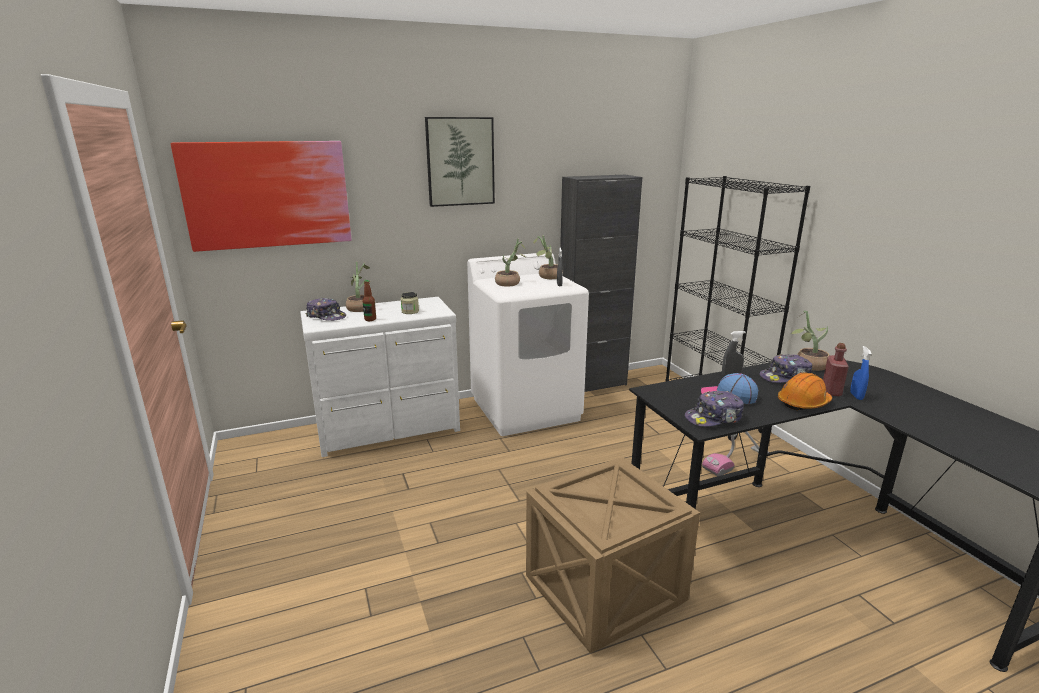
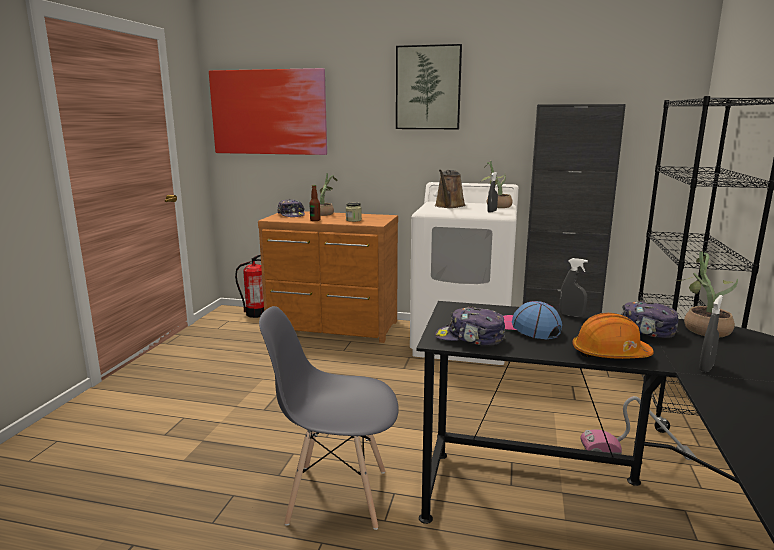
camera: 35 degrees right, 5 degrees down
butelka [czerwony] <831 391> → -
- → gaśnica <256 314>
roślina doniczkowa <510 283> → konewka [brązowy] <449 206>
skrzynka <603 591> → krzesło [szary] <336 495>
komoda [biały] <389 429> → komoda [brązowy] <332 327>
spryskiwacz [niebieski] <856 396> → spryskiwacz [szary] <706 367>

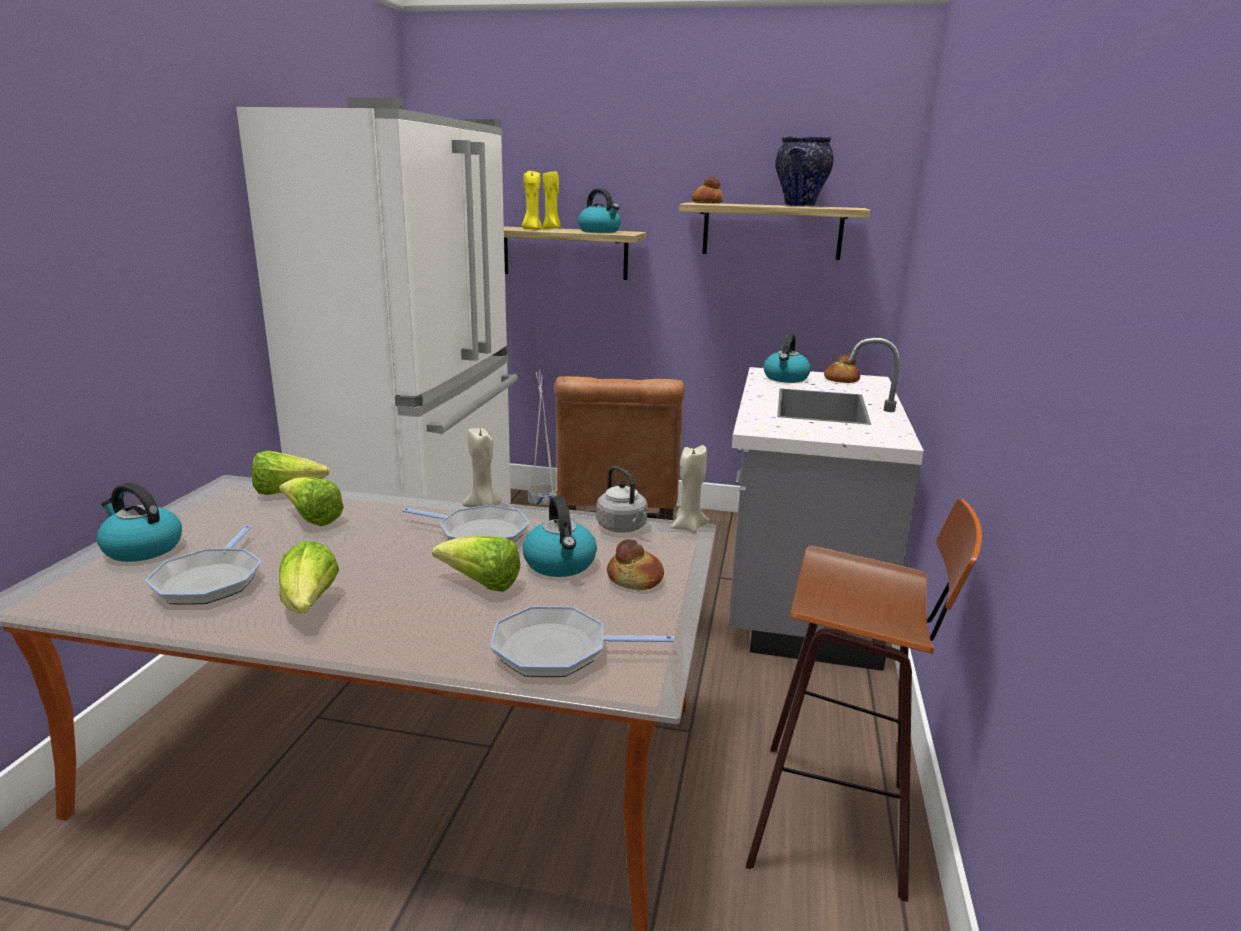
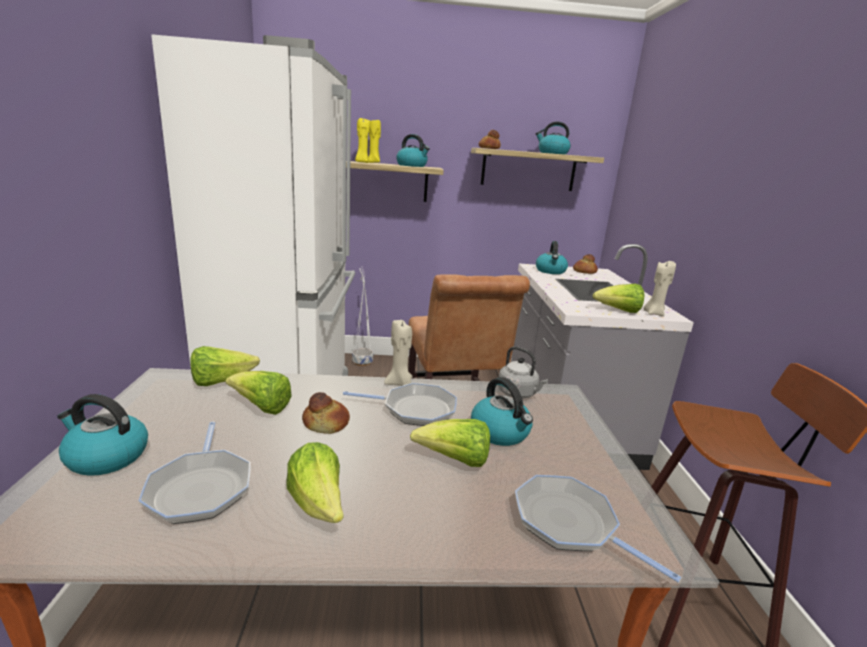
camera: 15 degrees left, 0 degrees up
- → sałata <618 311>
chleb <635 579> → chleb <326 423>, shifted
świeca [beżowy] <688 527> → świeca [beżowy] <654 313>, shifted
wazon <799 206> → czajnik <552 153>
patelnia <557 650> → patelnia <569 523>, 60 degrees clockwise

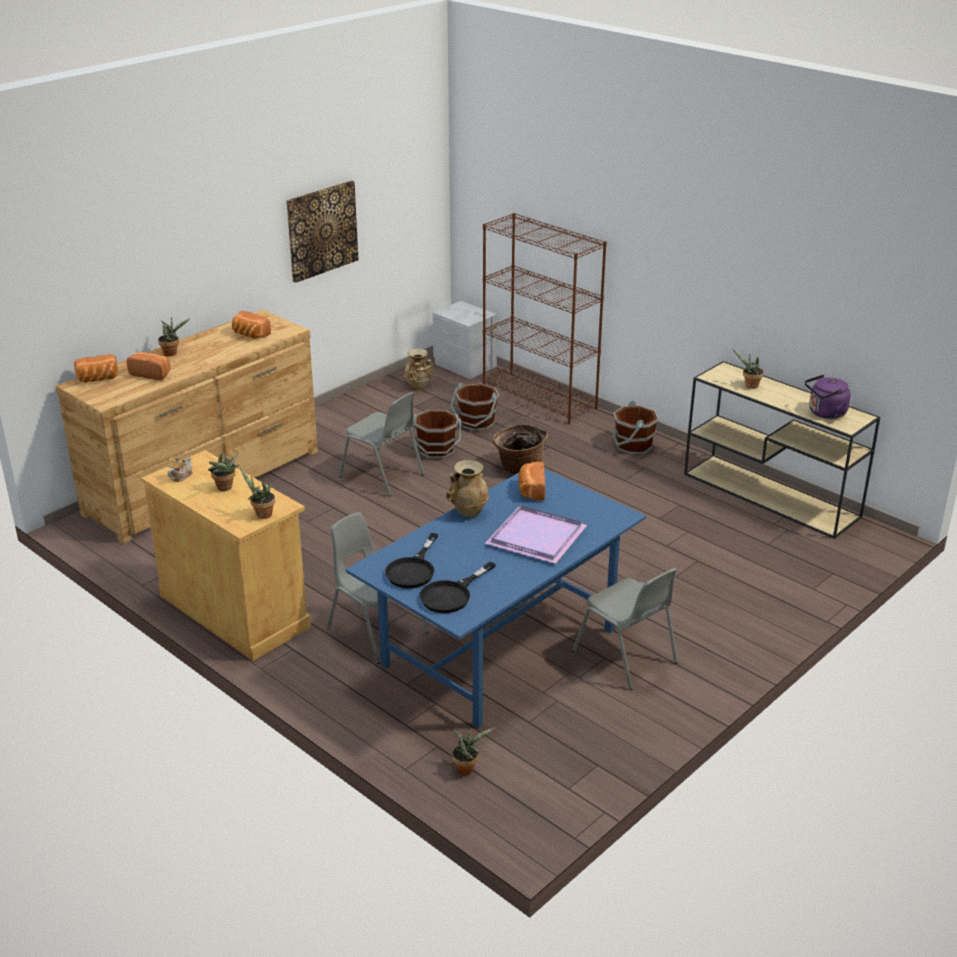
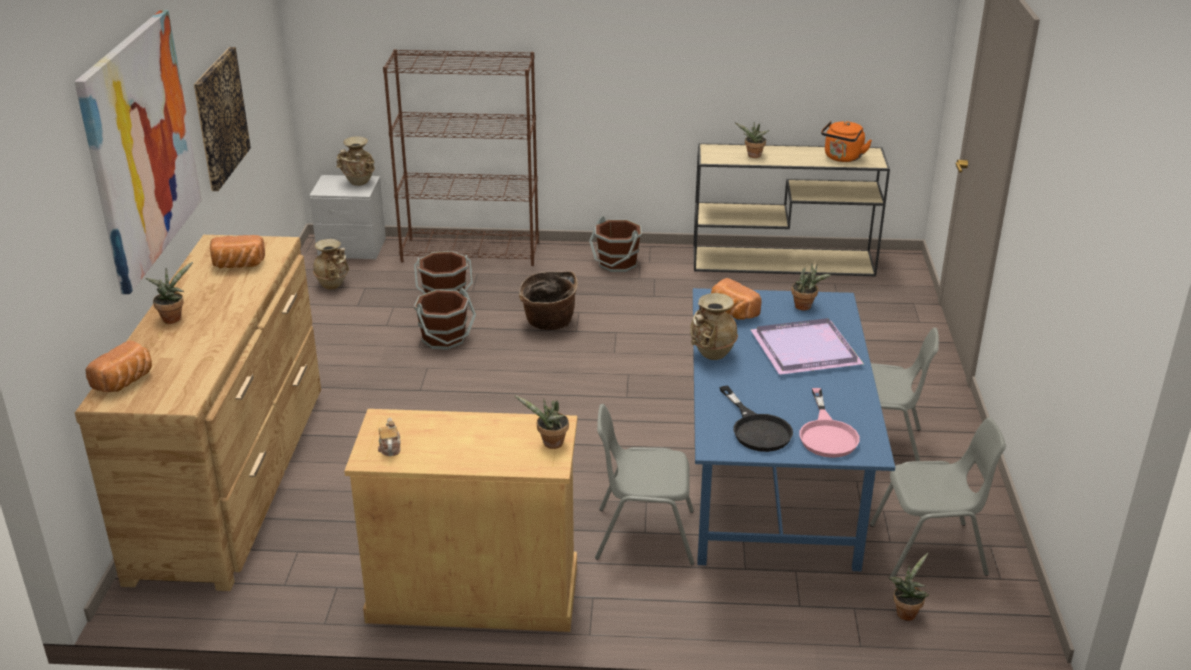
camera: 40 degrees left, 0 degrees up
chleb <152 374> → -
- → obraz <140 147>
- → wazon [beżowy] <359 183>
roślina doniczkowa <225 488> → roślina doniczkowa <805 307>, shifted
krzesło [szary] <383 476> → krzesło [szary] <930 551>, shifted
patelnia [czarny] <452 594> → patelnia [różowy] <827 434>
czajnik [fioletowy] <825 413> → czajnik [pomarańczowy] <842 158>

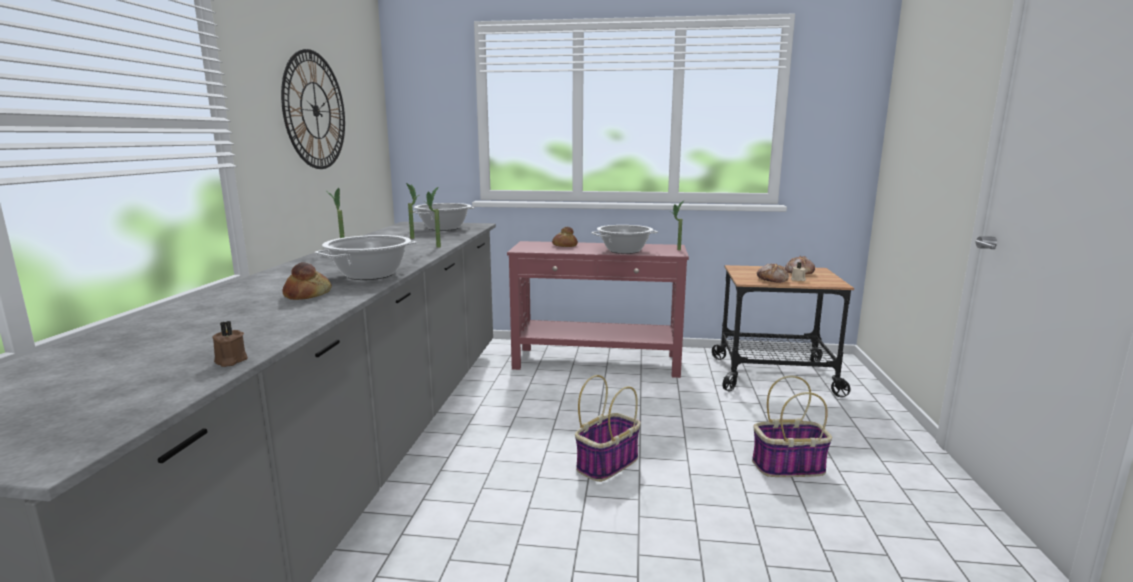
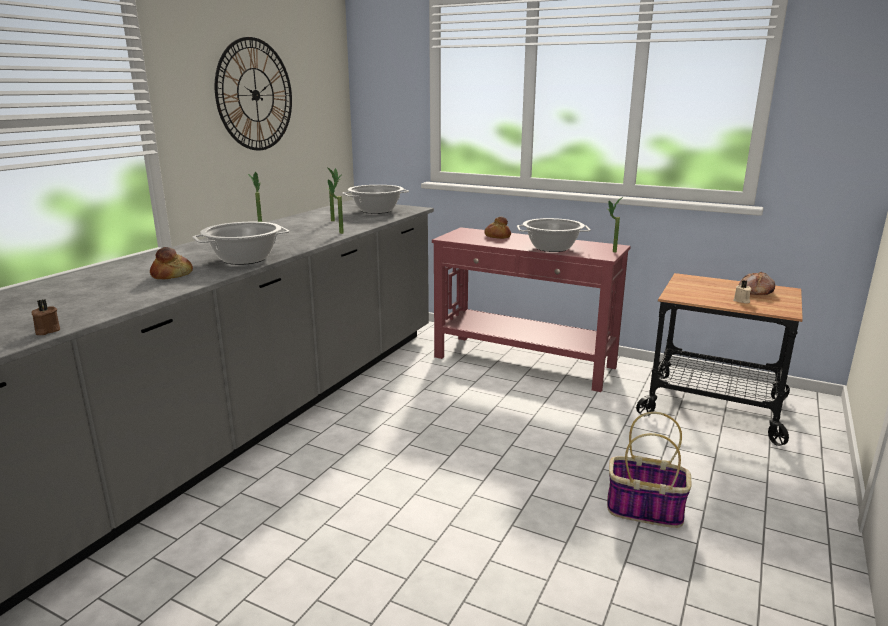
camera: 20 degrees right, 5 degrees up
koszyk <607 463> → -
chleb <772 280> → -

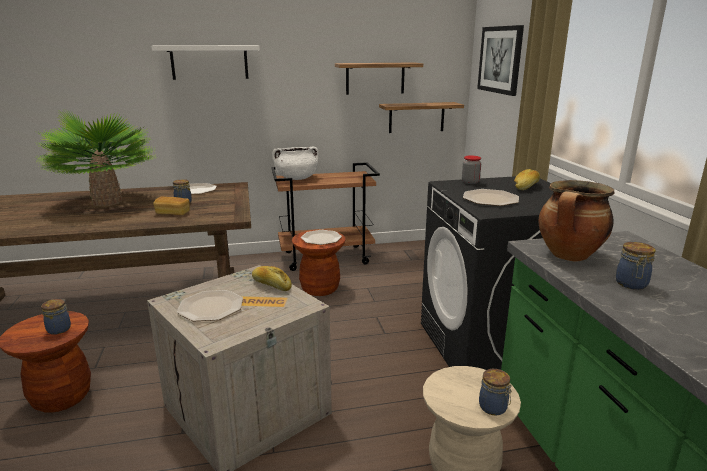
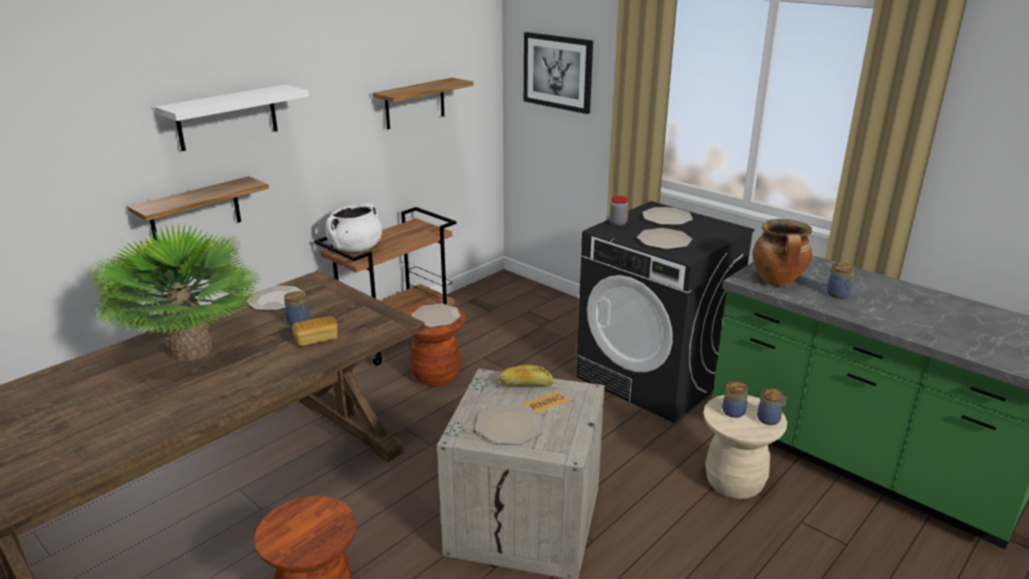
camera: 35 degrees left, 5 degrees up
słoik <60 329> → słoik <732 411>, shifted
półka <416 117> → półka <195 212>, shifted
chleb <526 187> → talerz <667 218>

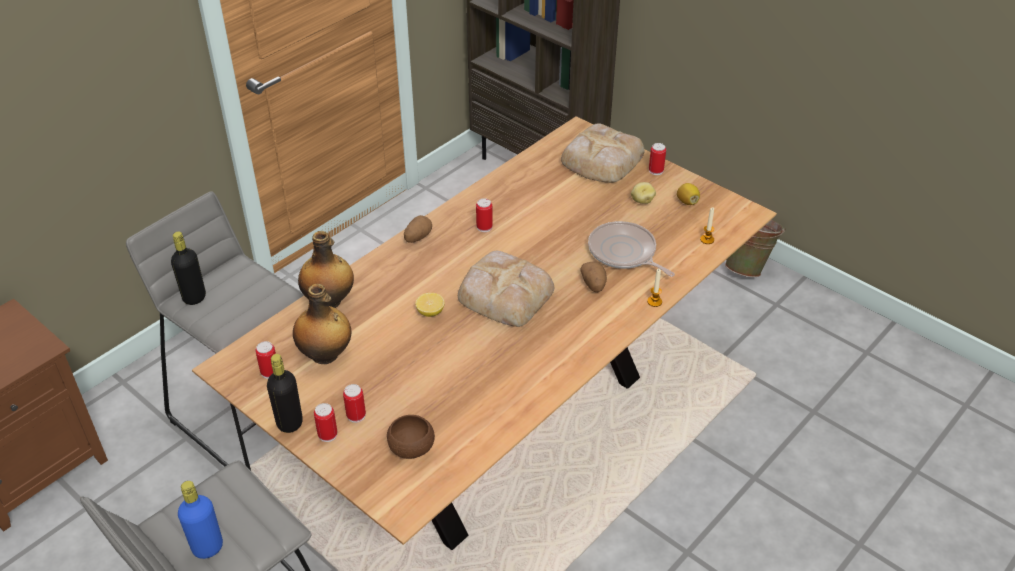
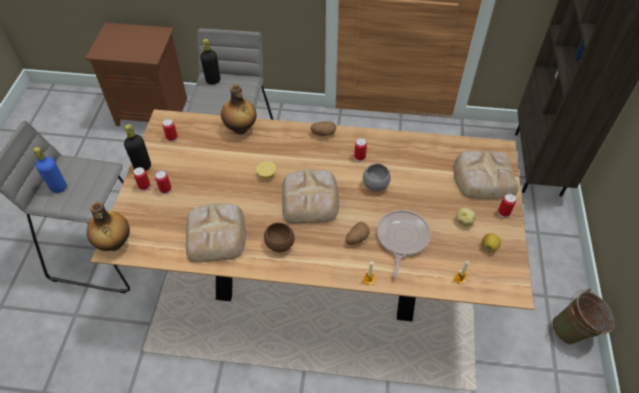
camera: 55 degrees right, 10 degrees up
- → chleb <216 234>
- → miska [szary] <375 185>
butelka <326 355> → butelka <114 243>, shifted
miska [brązowy] <412 449> → miska [brązowy] <279 244>, shifted

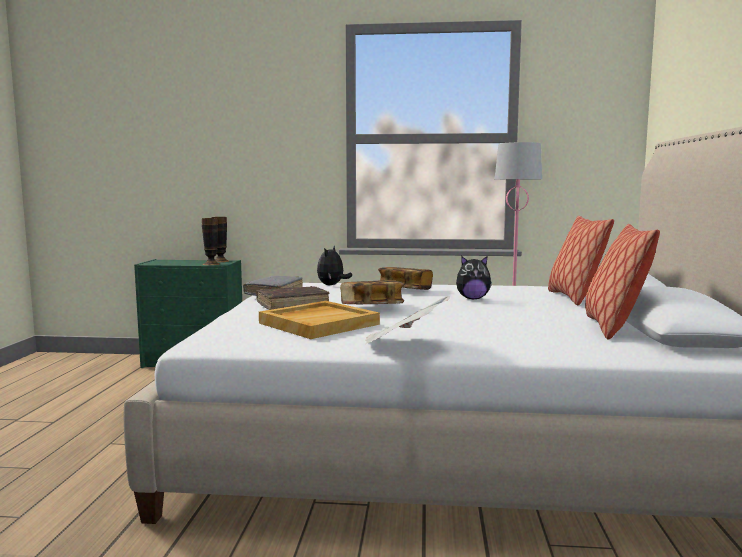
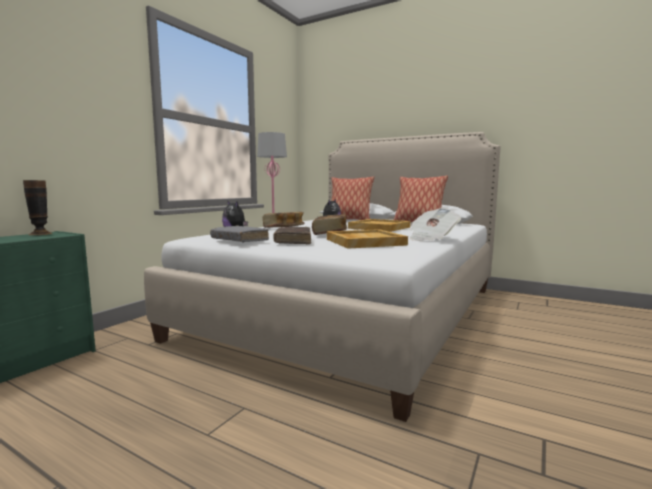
camera: 65 degrees left, 0 degrees up
wazon <211 264> → -
- → taca [beżowy] <379 228>

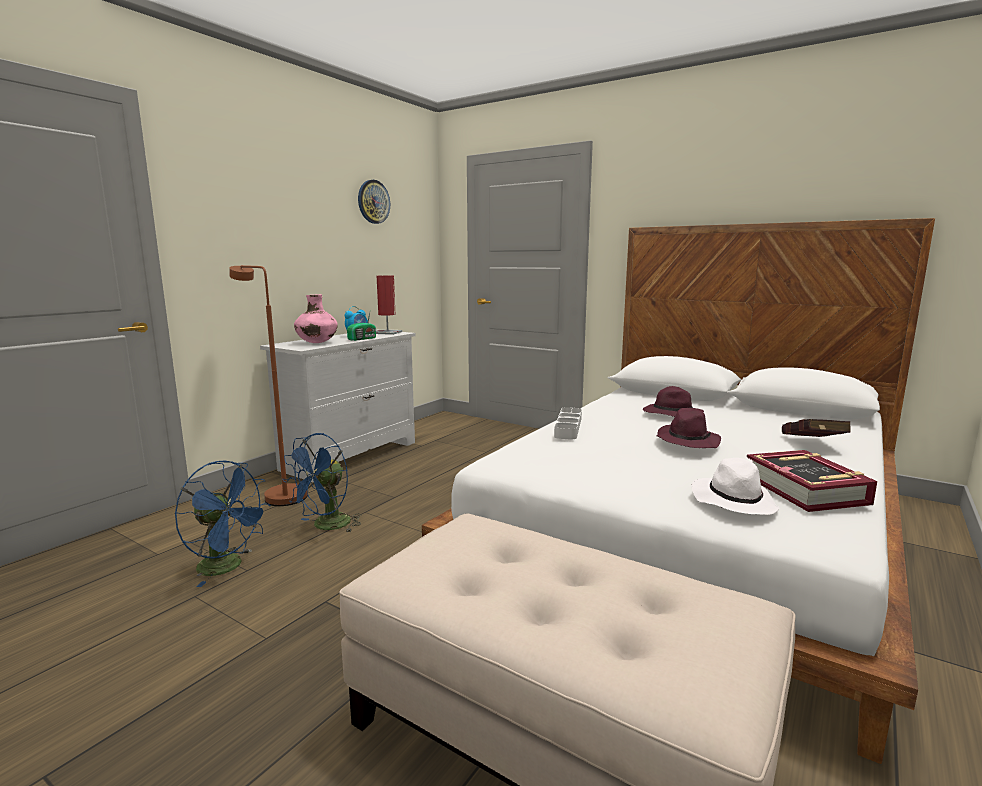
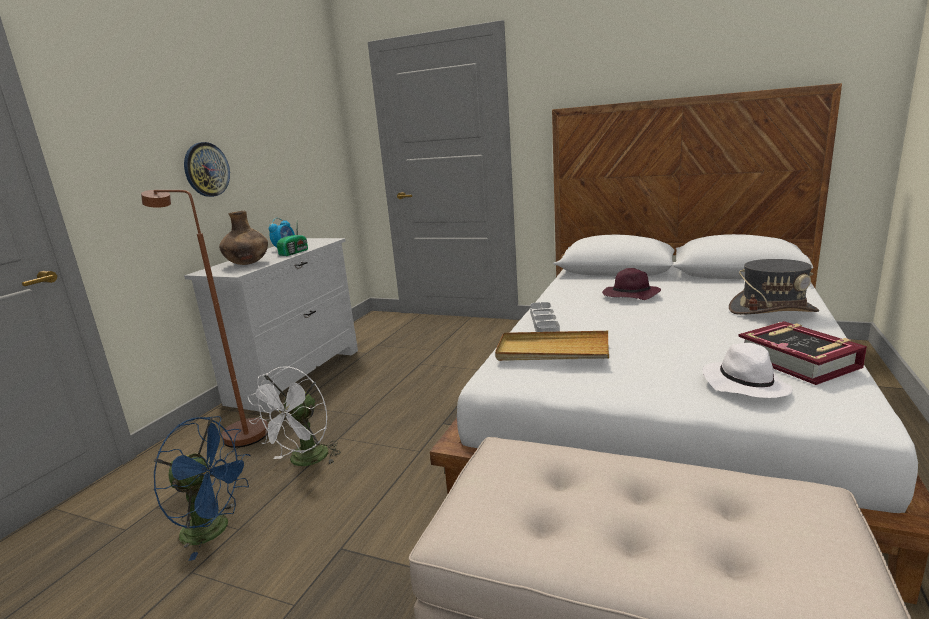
camera: 10 degrees left, 5 degrees up
lampa stołowa [czerwony] <387 332> → -
kapelusz [fioletowy] <687 441> → -
- → taca [beżowy] <552 351>
zegar ścienny <373 202> → zegar ścienny <206 169>, shifted
książka [czerwony] <813 444> → kapelusz [szary] <772 310>
wentylator [niebieski] <326 526> → wentylator [biały] <304 461>
wazon [różowy] <317 343> → wazon [brązowy] <248 264>

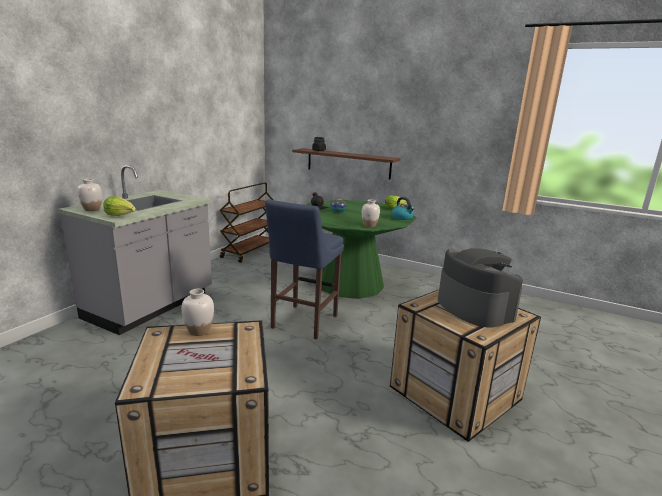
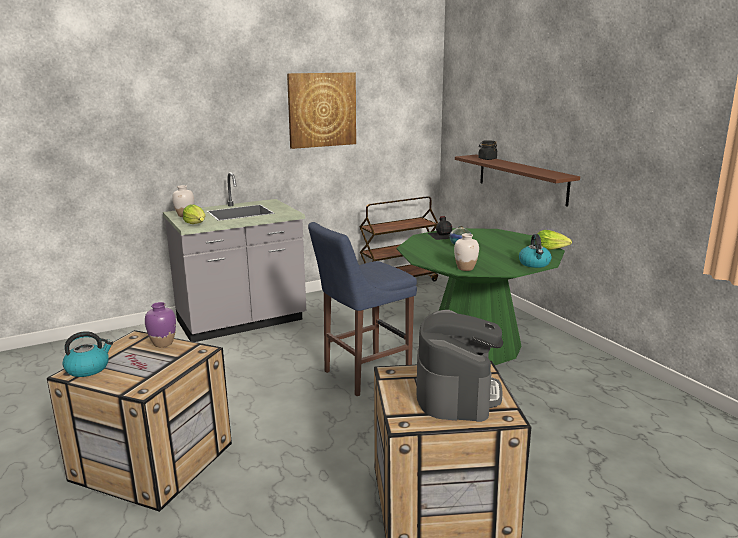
camera: 35 degrees right, 0 degrees up
- → czajnik <88 368>
- → obraz <322 110>
wazon [biały] <199 331> → wazon [fioletowy] <163 343>

